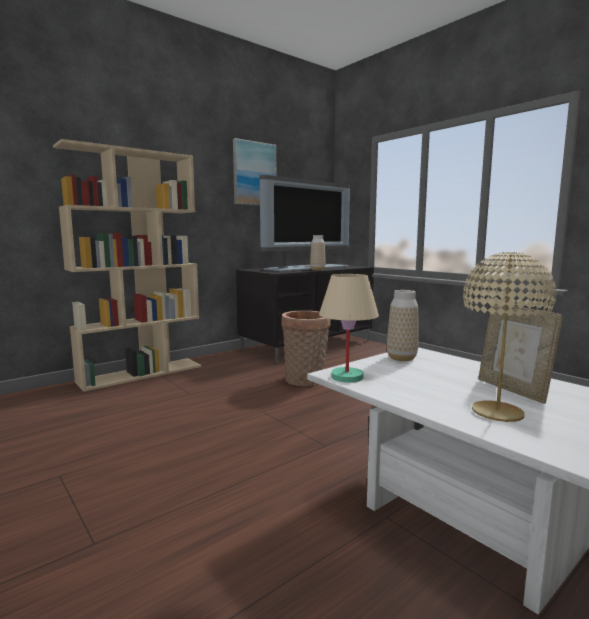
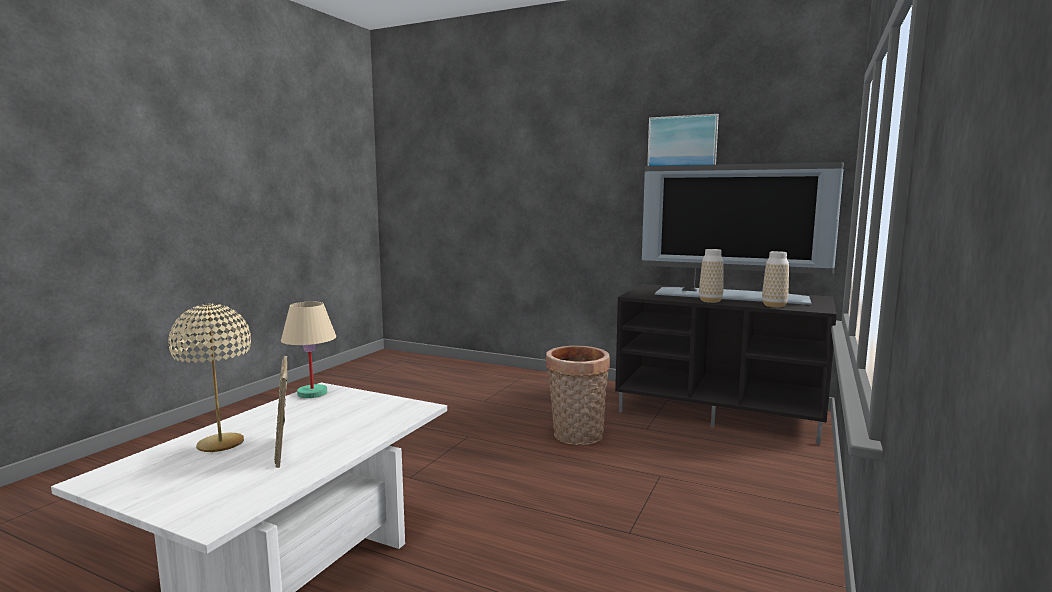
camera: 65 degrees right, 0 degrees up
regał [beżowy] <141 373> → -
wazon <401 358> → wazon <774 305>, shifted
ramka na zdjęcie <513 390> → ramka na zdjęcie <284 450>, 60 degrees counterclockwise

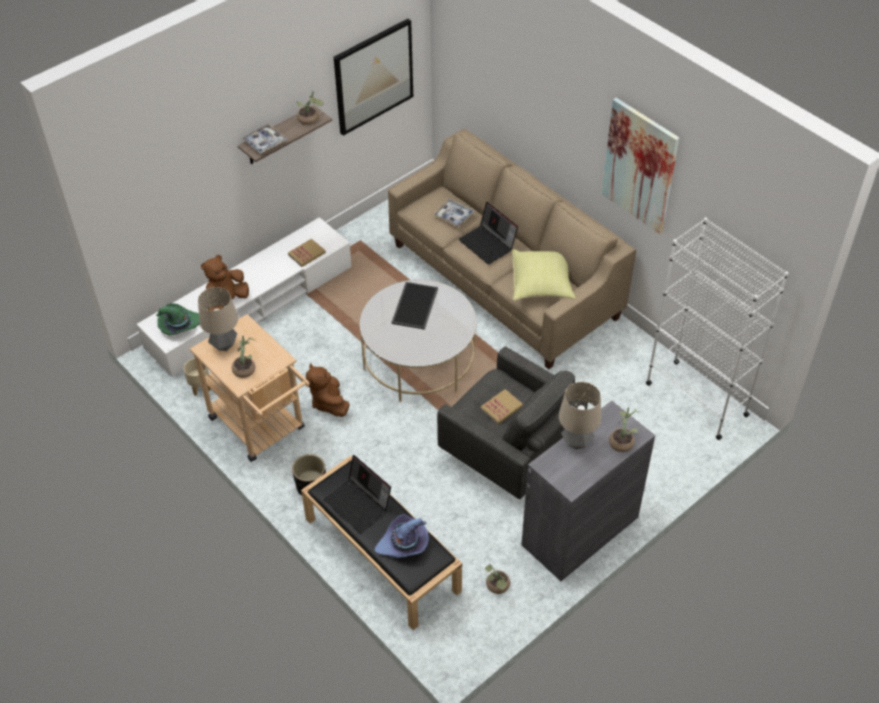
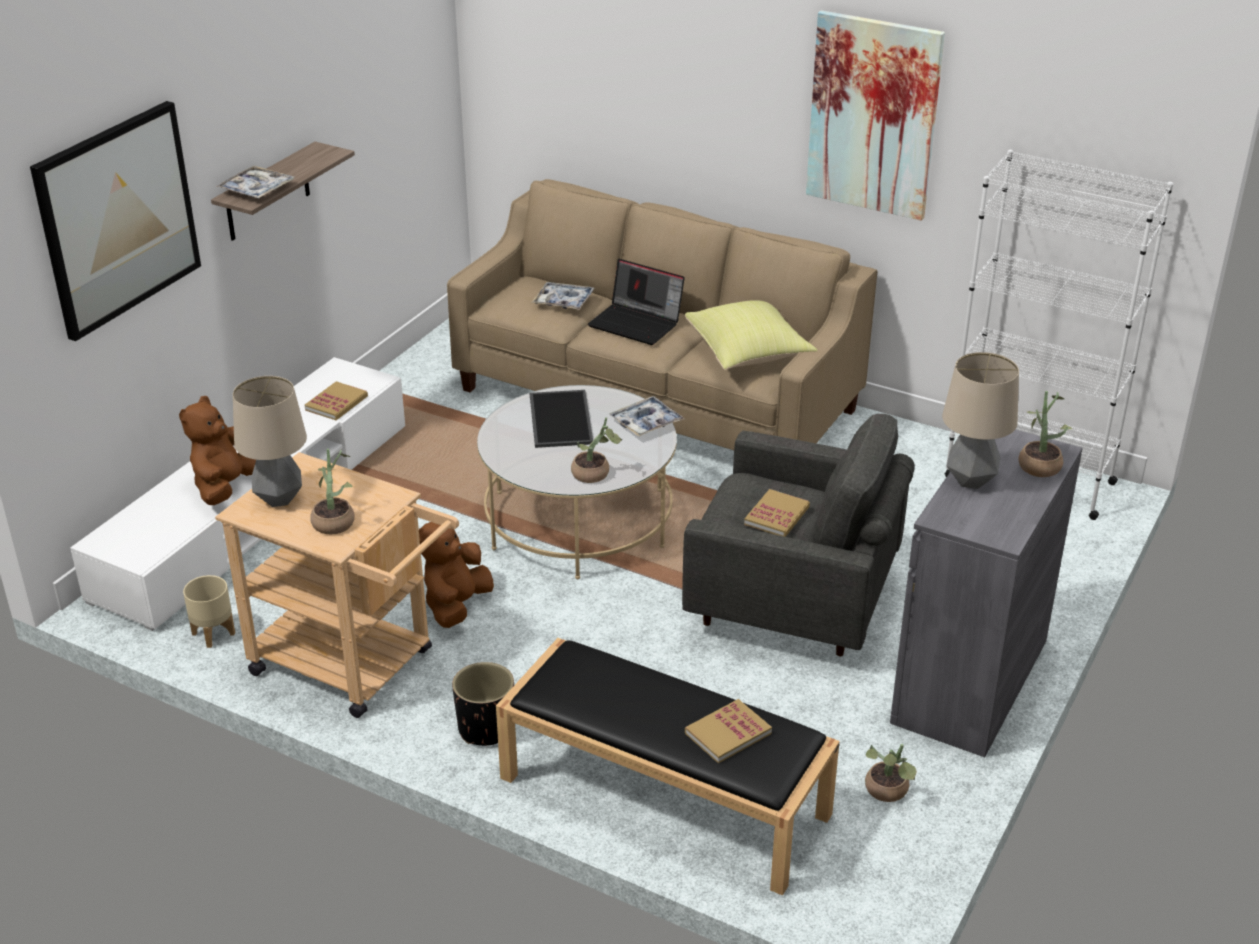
camera: 20 degrees left, 15 degrees down
kapelusz [zielony] <180 325> → -
laptop <359 504> → -
- → taca <646 423>
roślina doniczkowa <310 120> → roślina doniczkowa <595 474>, shifted
obraz <373 76> → obraz <117 218>, shifted
kapelusz [fioletowy] <404 544> → książka <728 733>
pluszak [brązowy] <328 402> → pluszak [brązowy] <456 606>, 60 degrees clockwise

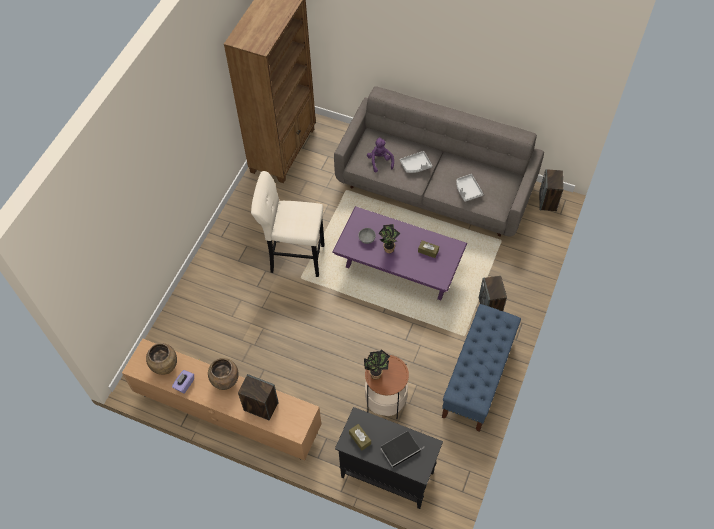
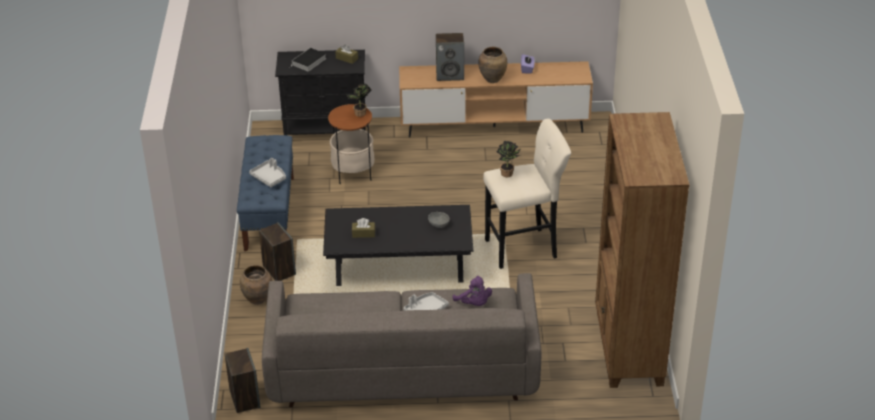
camera: 155 degrees right, 20 degrees down
wazon [brązowy] <165 367> → wazon [brązowy] <257 299>, shifted
roślina doniczkowa <388 248> → roślina doniczkowa <508 174>, shifted
taca [szary] <467 190> → taca [szary] <269 177>, shifted
ława [fioletowy] <398 271> → ława [czarny] <399 271>

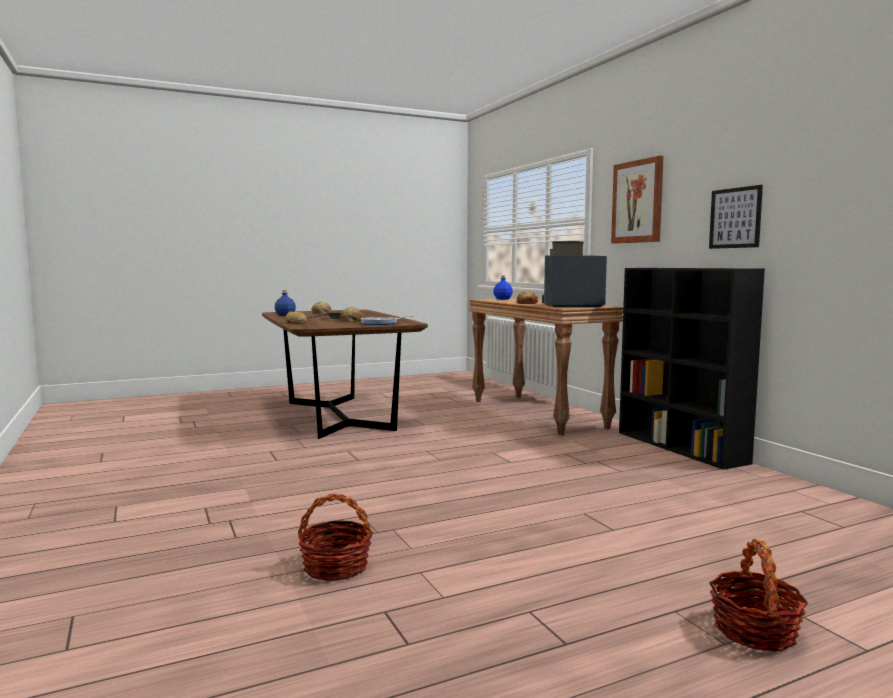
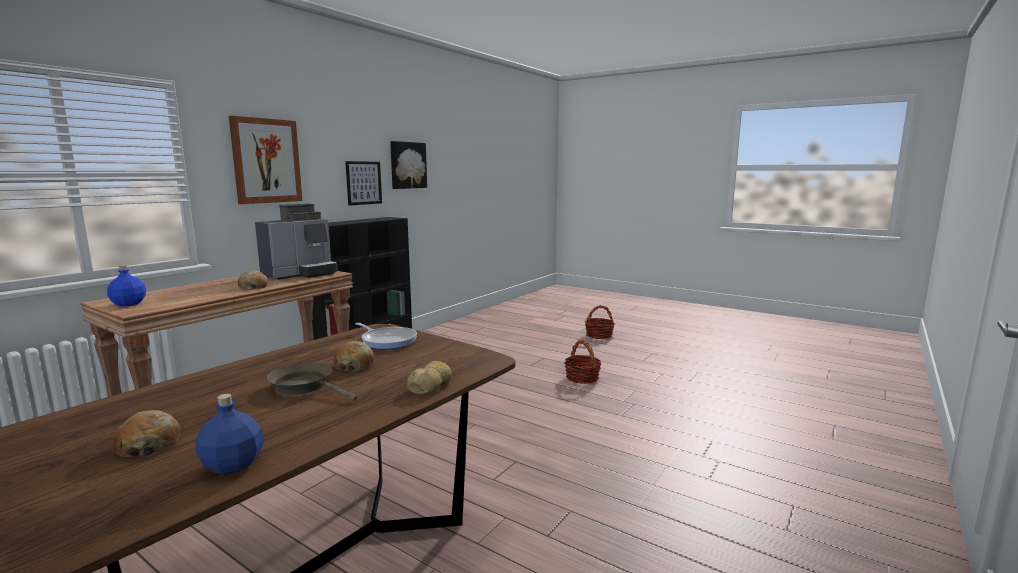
camera: 120 degrees left, 5 degrees up
- → obraz <407 165>
koszyk <335 567> → koszyk <582 378>, shifted
ekspres do kawy <570 306> → ekspres do kawy <301 274>, 105 degrees counterclockwise

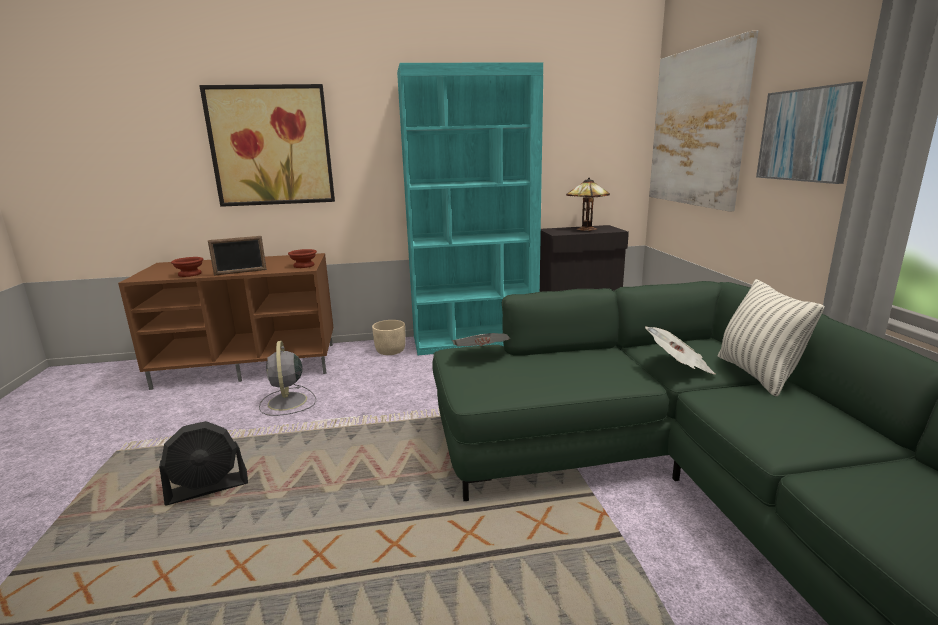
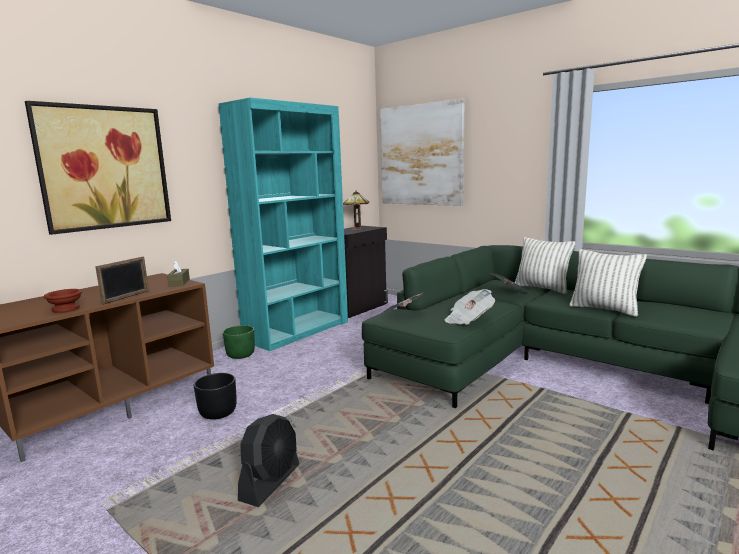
camera: 40 degrees left, 5 degrees down
obraz <806 135> → -
- → gazeta <468 319>
- → poduszka <604 309>
wentylator [szary] <287 402> → donica [czarny] <218 413>
miska [brązowy] <304 266> → pudełko chusteczek [brązowy] <179 283>
donica [beżowy] <390 351> → donica [zielony] <240 355>

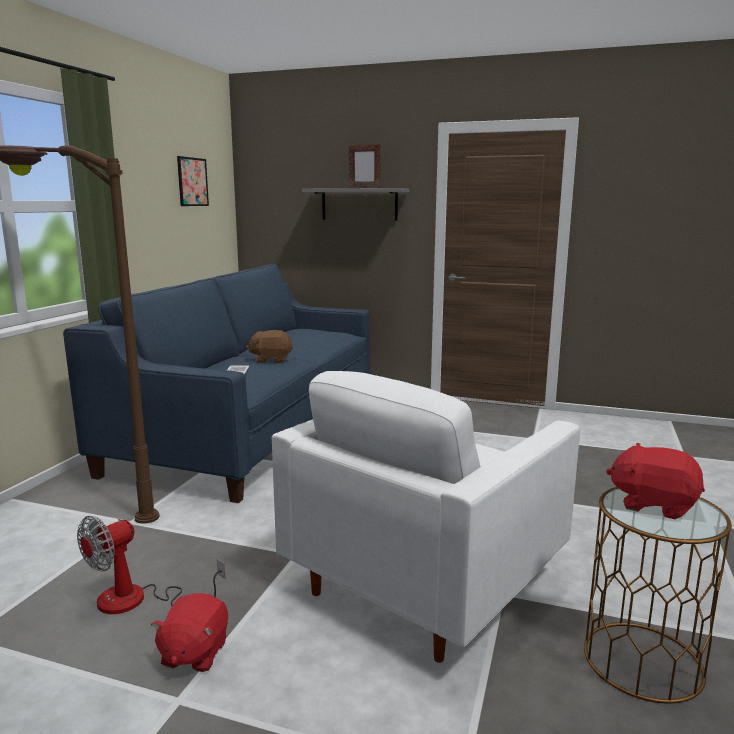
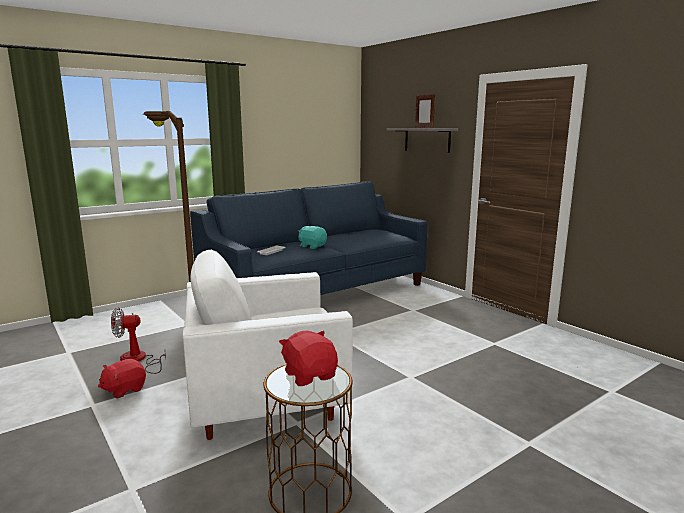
camera: 35 degrees right, 0 degrees up
obraz <192 182> → -
pluszak [brązowy] <271 360> → pluszak [turkusowy] <312 246>

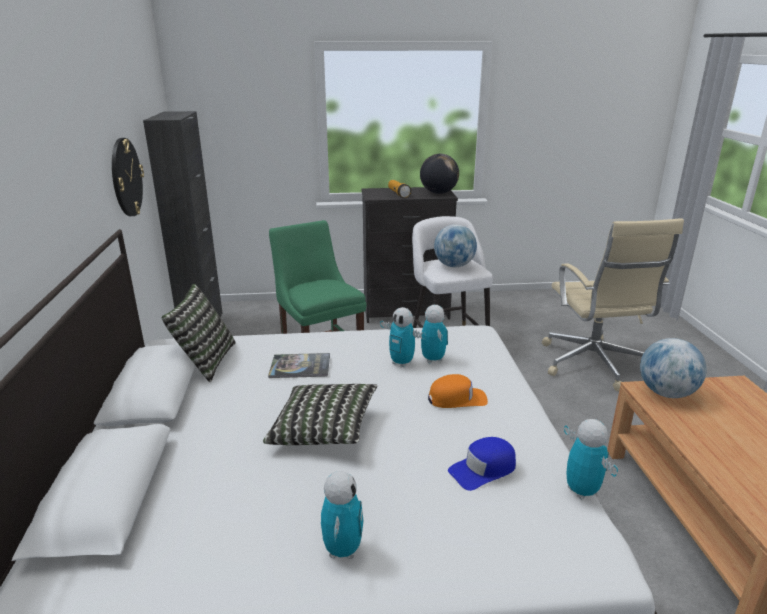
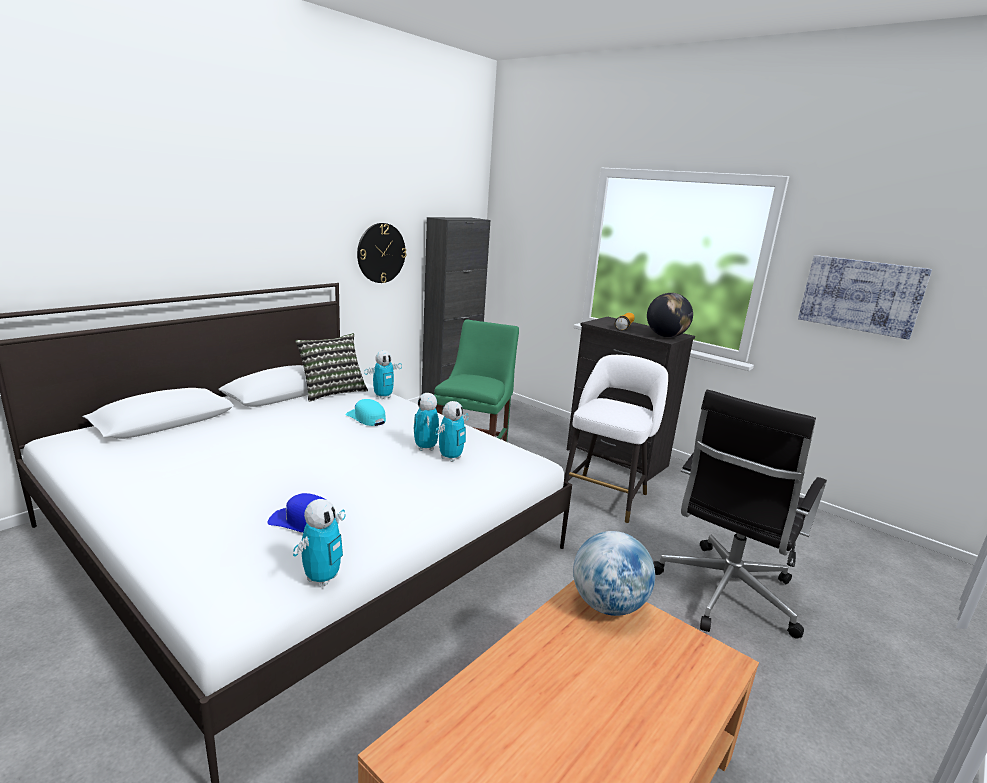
camera: 45 degrees right, 5 degrees down
poduszka <324 430> → -
czapka z daszkiem [pomarańczowy] <457 399> → -
globus <454 266> → -
- → obraz <860 295>
robot zabawkowy <342 550> → robot zabawkowy <383 397>, shifted
książka <300 366> → czapka z daszkiem [turkusowy] <366 418>
krzesło biurowe [beżowy] <593 364> → krzesło biurowe [czarny] <724 594>

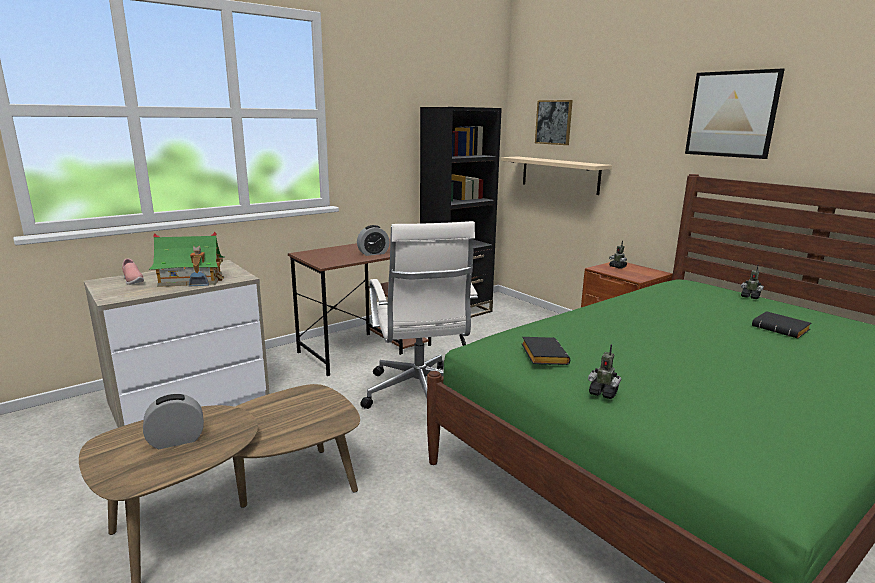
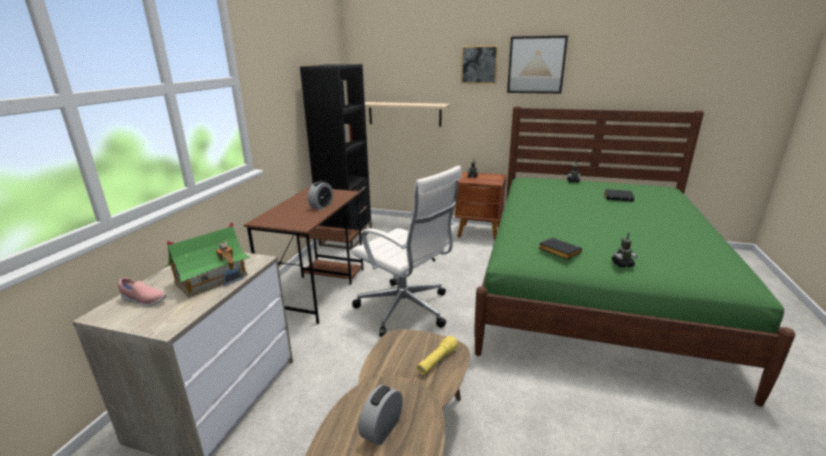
camera: 35 degrees left, 5 degrees up
- → latarka [żółty] <437 360>
obraz <553 122> → obraz <479 64>, shifted

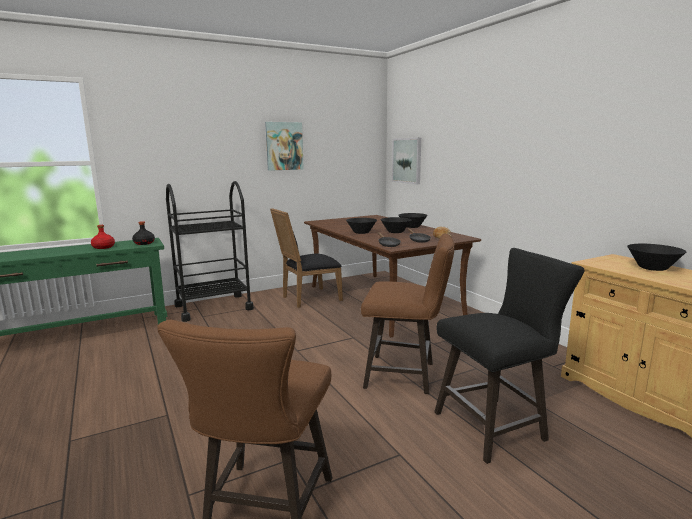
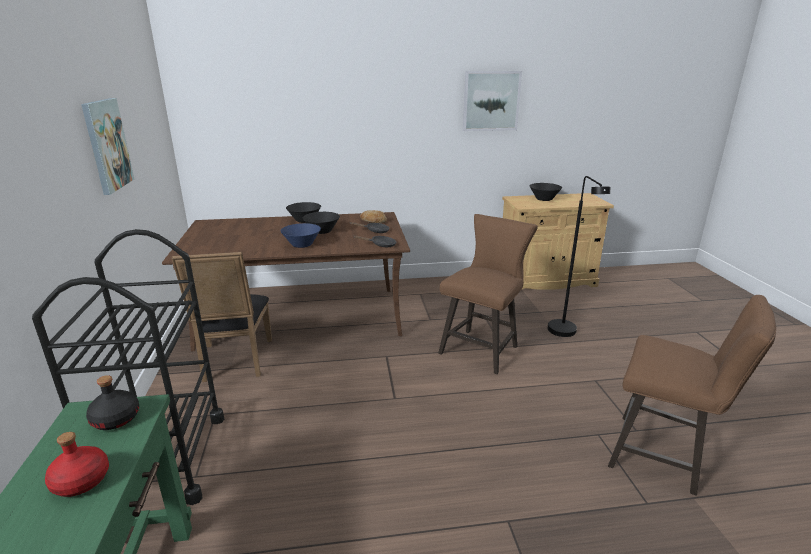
camera: 70 degrees left, 10 degrees up
obraz <407 160> → obraz <491 101>, shifted
stołek [czarny] <496 425> → lampa stojąca [czarny] <565 334>
miska [czarny] <361 232> → miska [niebieski] <302 245>

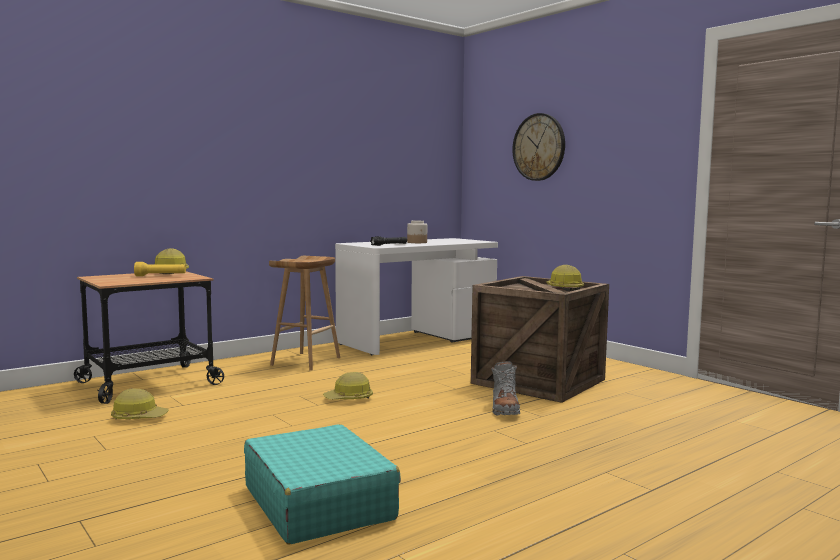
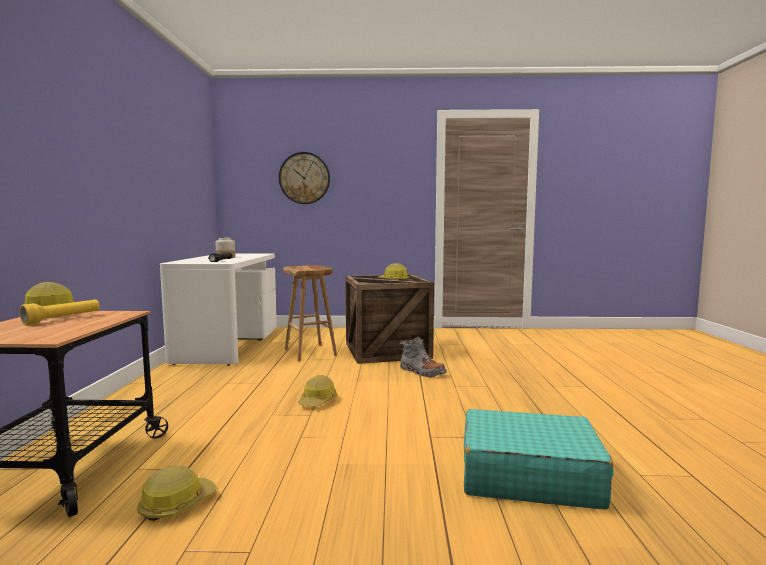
camera: 50 degrees left, 0 degrees up
stołek [brązowy] <306 361> → stołek [brązowy] <311 353>, shifted

